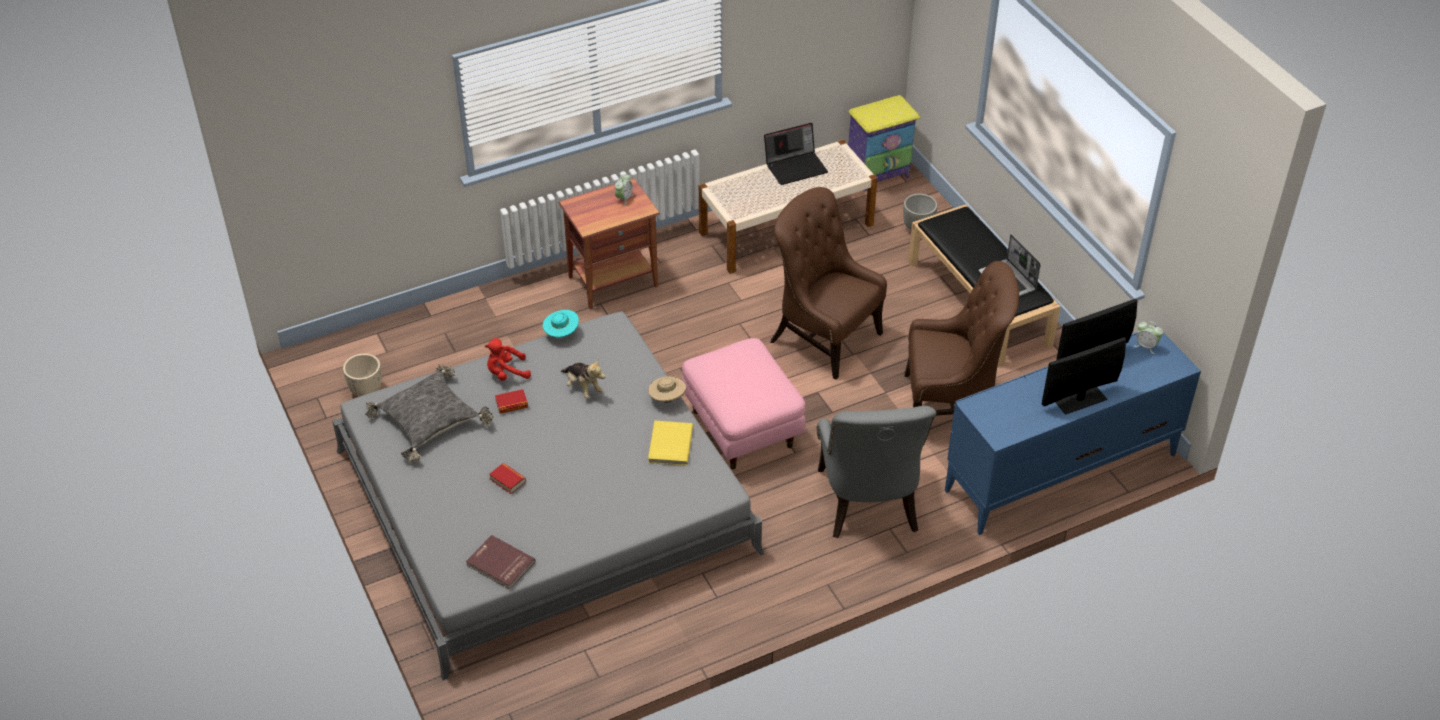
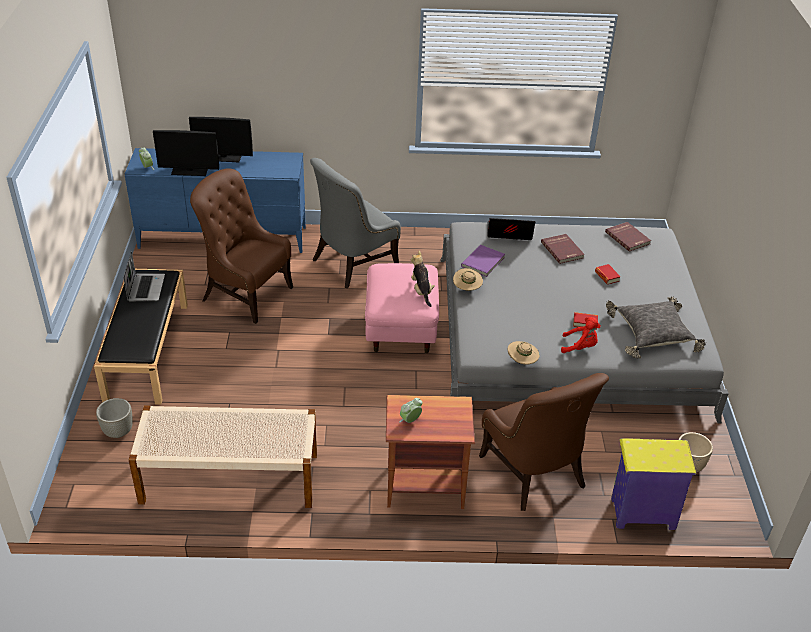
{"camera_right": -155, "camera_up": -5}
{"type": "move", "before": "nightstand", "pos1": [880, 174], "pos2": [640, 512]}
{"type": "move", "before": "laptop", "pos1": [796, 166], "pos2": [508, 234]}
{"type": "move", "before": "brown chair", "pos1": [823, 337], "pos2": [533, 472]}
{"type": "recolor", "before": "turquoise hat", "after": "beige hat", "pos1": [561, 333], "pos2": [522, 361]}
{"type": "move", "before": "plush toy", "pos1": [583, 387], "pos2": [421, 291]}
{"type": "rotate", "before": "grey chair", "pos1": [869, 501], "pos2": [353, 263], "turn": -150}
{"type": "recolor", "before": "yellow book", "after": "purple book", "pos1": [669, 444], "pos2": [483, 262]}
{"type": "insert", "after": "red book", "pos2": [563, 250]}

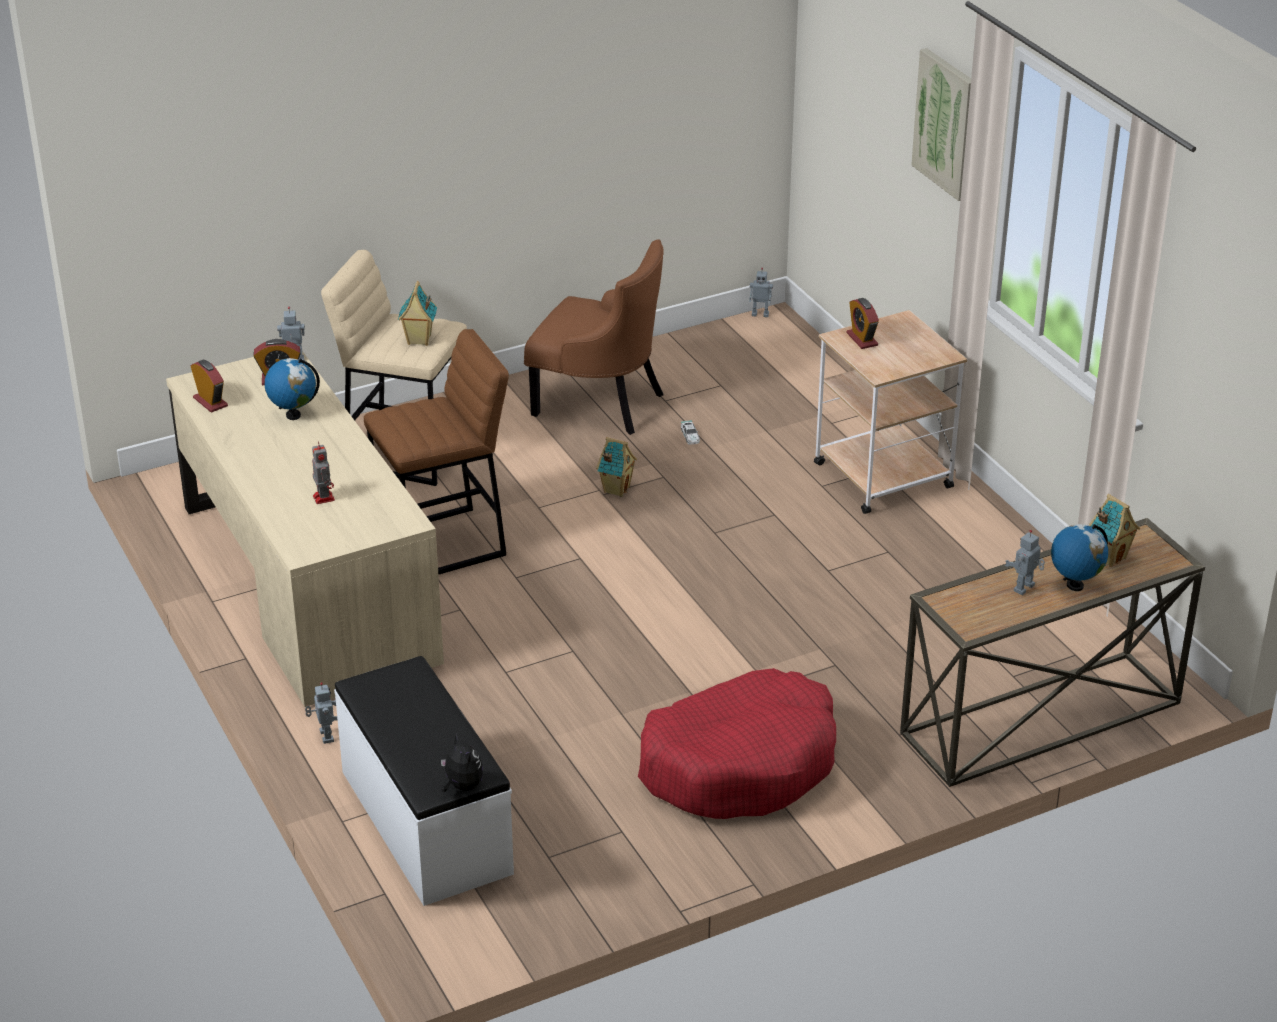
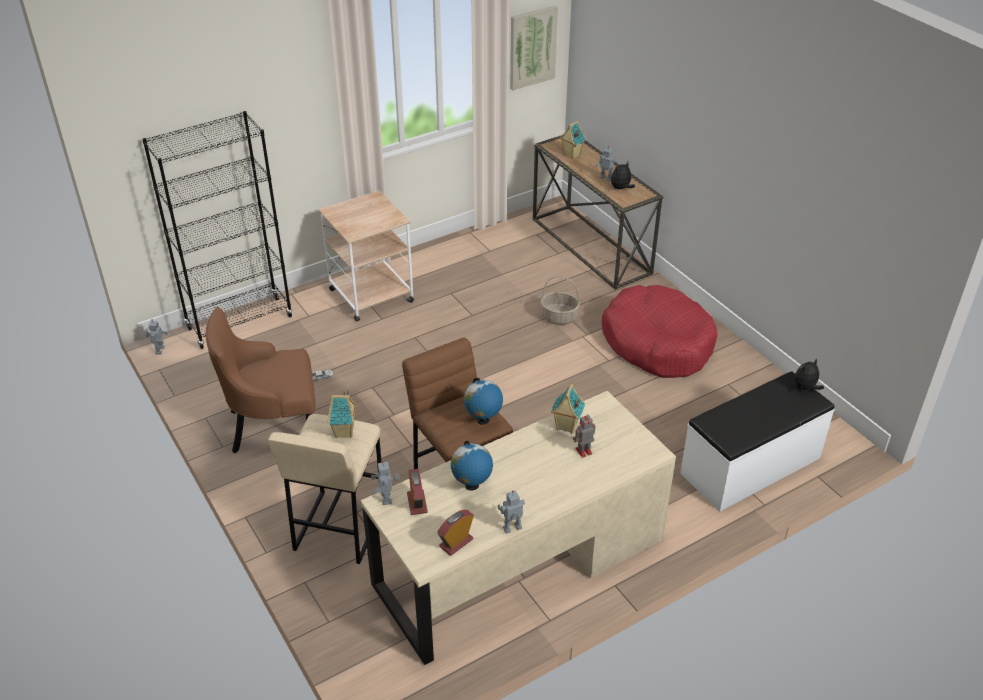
{"camera_right": -95, "camera_up": 5}
{"type": "move", "before": "picture", "pos1": [946, 124], "pos2": [532, 47]}
{"type": "rotate", "before": "brown chair", "pos1": [597, 403], "pos2": [274, 426], "turn": -120}
{"type": "delete", "before": "alarm clock", "pos1": [862, 339]}
{"type": "move", "before": "toy house", "pos1": [616, 489], "pos2": [566, 426]}
{"type": "move", "before": "globe", "pos1": [1075, 585], "pos2": [483, 420]}
{"type": "move", "before": "toy robot", "pos1": [325, 736], "pos2": [512, 529]}
{"type": "insert", "after": "black bookcase", "pos2": [240, 322]}
{"type": "insert", "after": "plush toy", "pos2": [621, 188]}
{"type": "insert", "after": "basket", "pos2": [559, 317]}

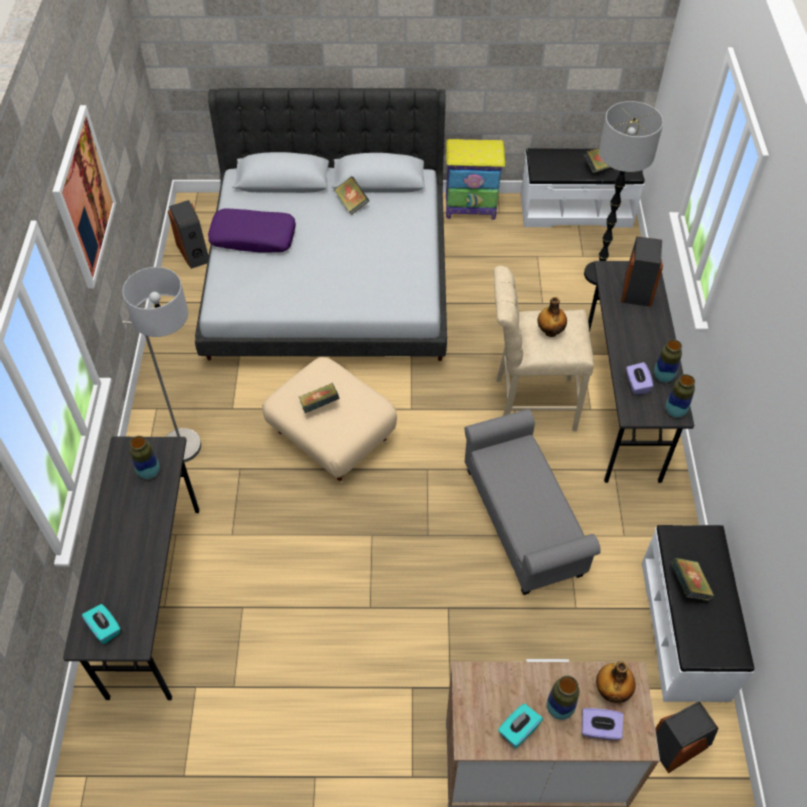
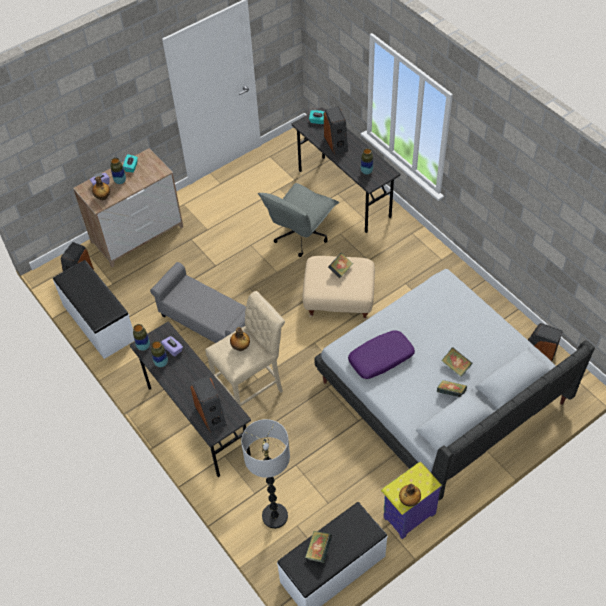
{"camera_right": 145, "camera_up": 0}
{"type": "delete", "before": "picture", "pos1": [83, 197]}
{"type": "move", "before": "purple pillow", "pos1": [253, 237], "pos2": [381, 359]}
{"type": "delete", "before": "grey floor lamp", "pos1": [193, 448]}
{"type": "move", "before": "book", "pos1": [688, 585], "pos2": [456, 366]}
{"type": "insert", "after": "speaker", "pos2": [336, 143]}
{"type": "insert", "after": "grey office chair", "pos2": [301, 235]}
{"type": "insert", "after": "bottle", "pos2": [409, 500]}

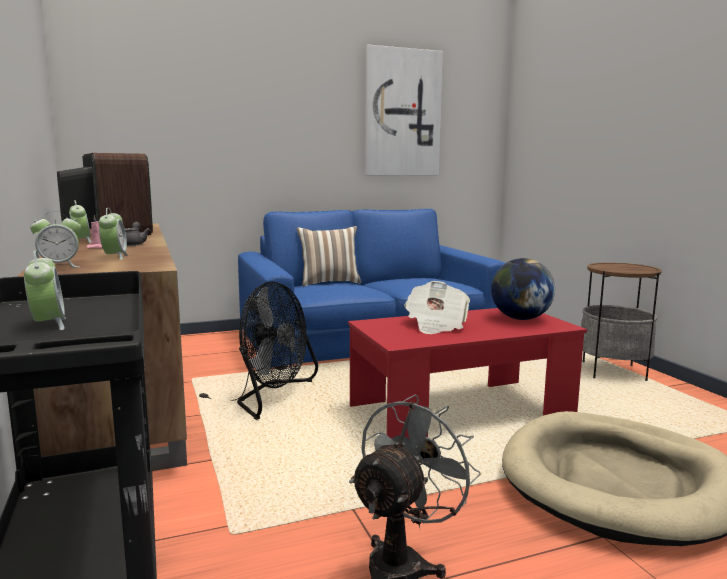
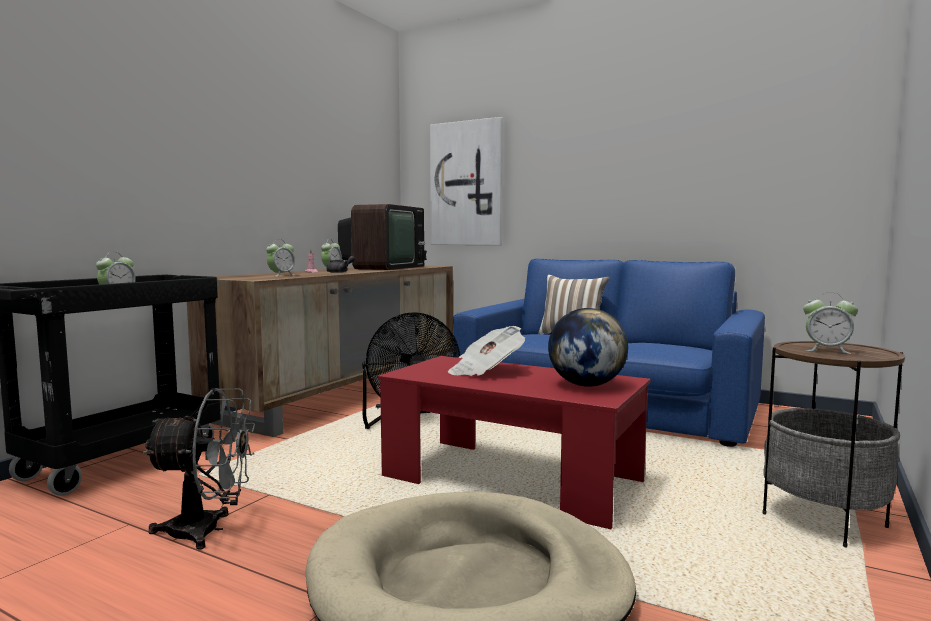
{"camera_right": 50, "camera_up": -5}
{"type": "move", "before": "picture", "pos1": [402, 113], "pos2": [467, 184]}
{"type": "move", "before": "alarm clock", "pos1": [59, 266], "pos2": [827, 350]}

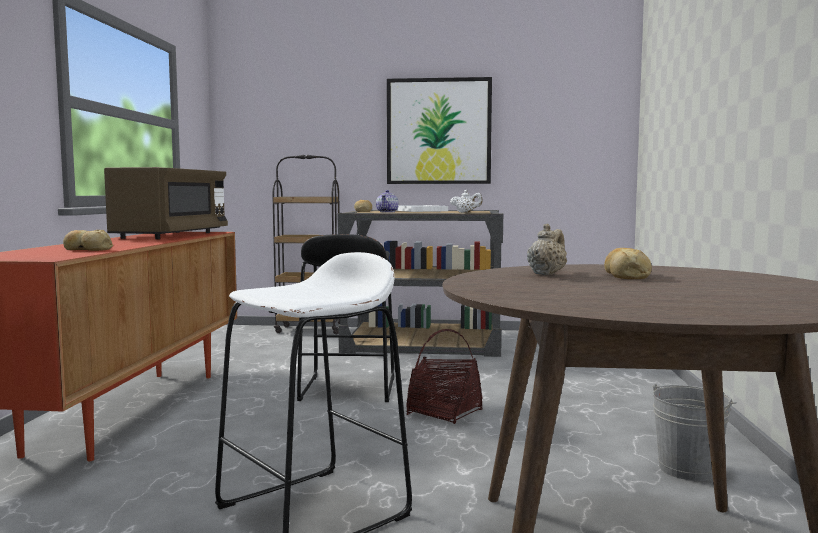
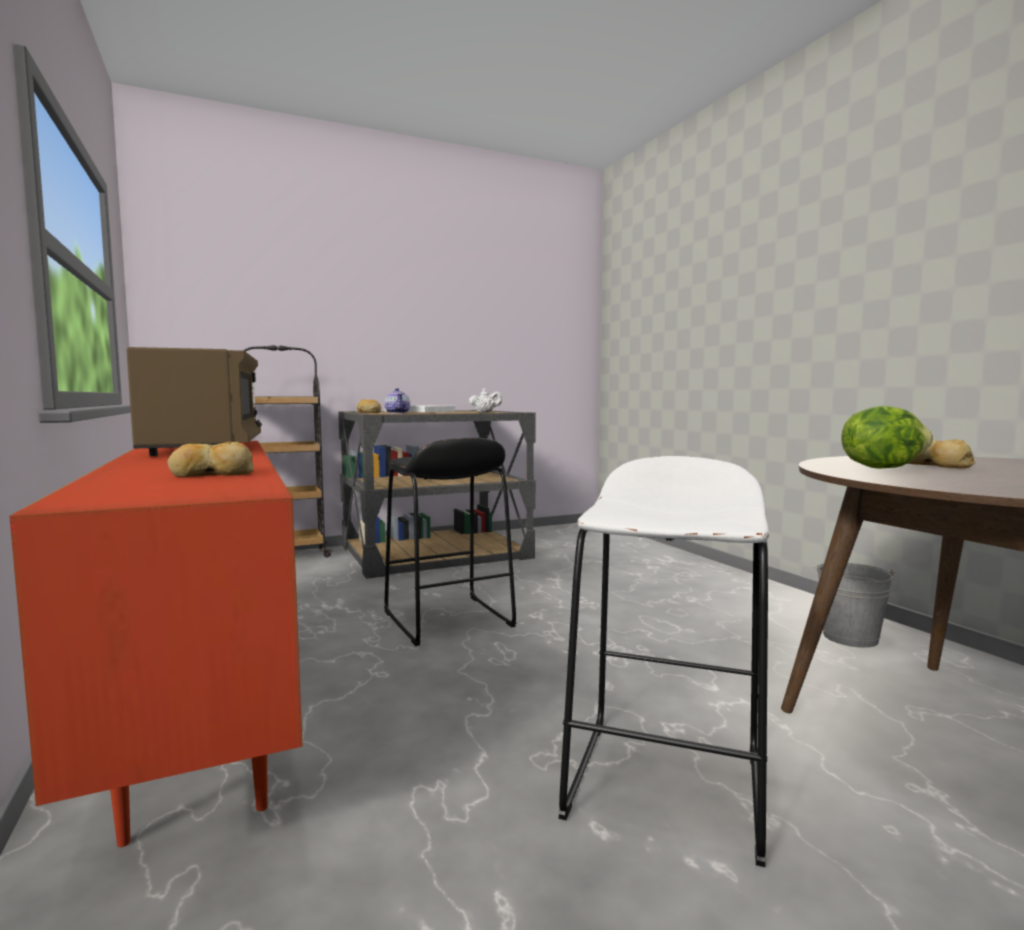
{"camera_right": -30, "camera_up": 0}
{"type": "delete", "before": "picture", "pos1": [439, 131]}
{"type": "replace", "before": "beige teapot", "after": "lettuce", "pos1": [546, 274], "pos2": [881, 468]}
{"type": "delete", "before": "basket", "pos1": [445, 412]}

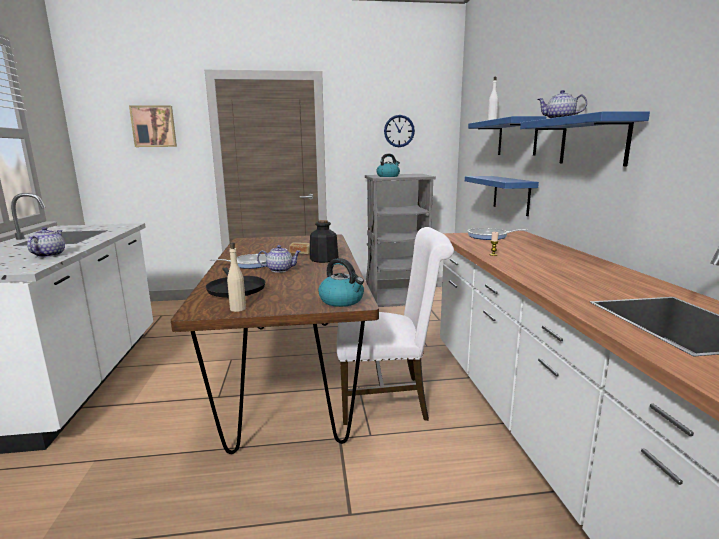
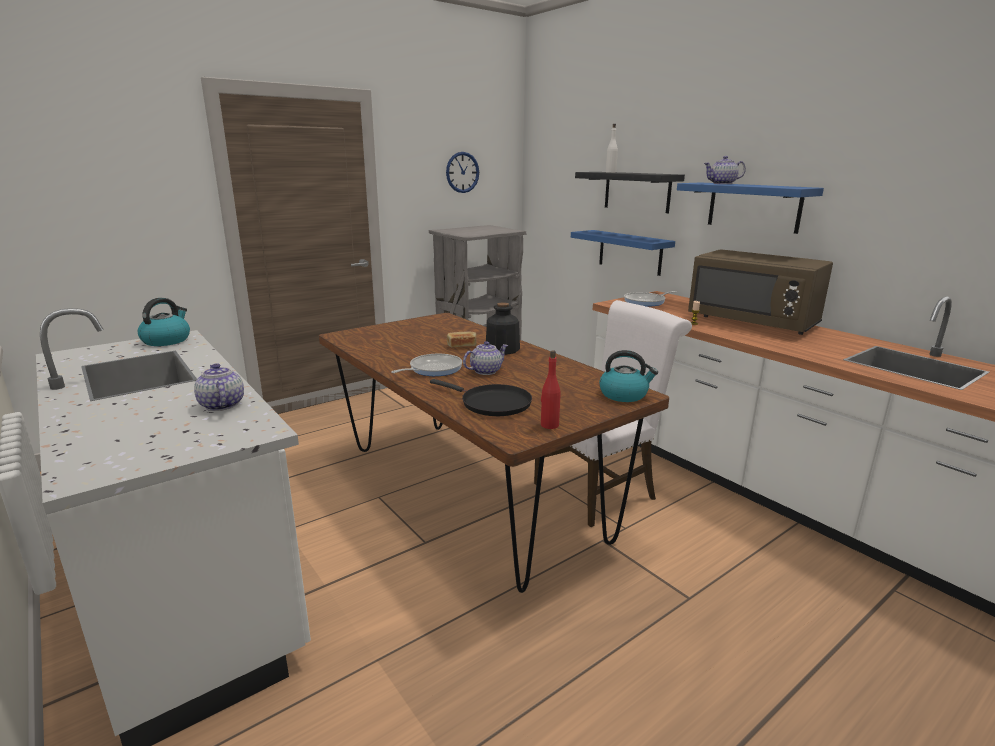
{"camera_right": -30, "camera_up": 5}
{"type": "delete", "before": "picture", "pos1": [154, 126]}
{"type": "recolor", "before": "blue shelf", "after": "black shelf", "pos1": [517, 137], "pos2": [637, 191]}
{"type": "move", "before": "kettle", "pos1": [388, 176], "pos2": [167, 340]}
{"type": "recolor", "before": "beige bottle", "after": "red bottle", "pos1": [238, 309], "pos2": [549, 425]}
{"type": "insert", "after": "brown microwave", "pos2": [753, 322]}

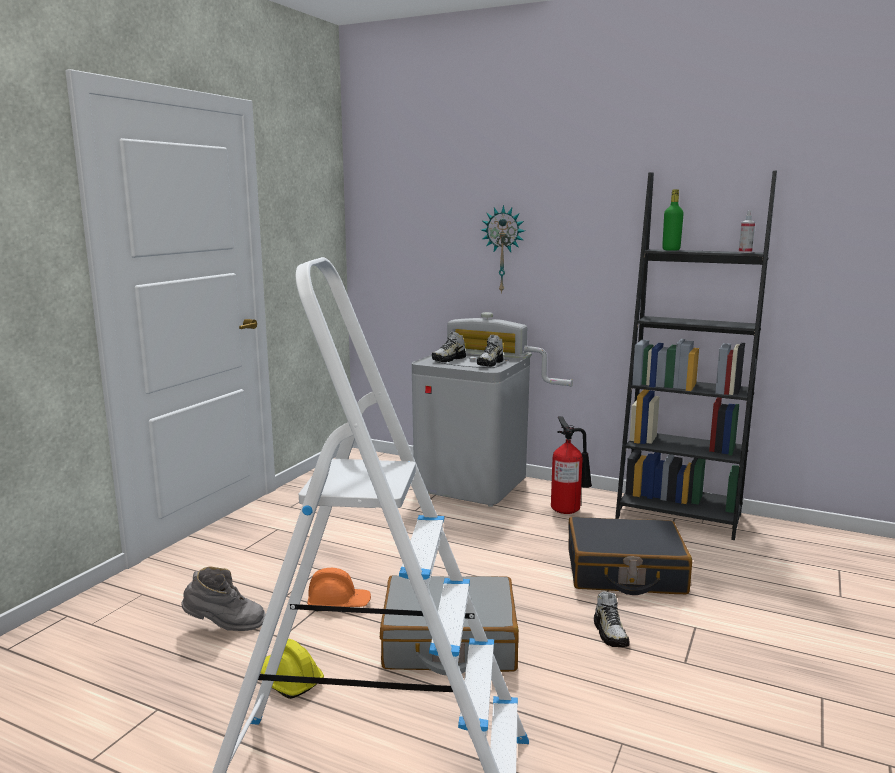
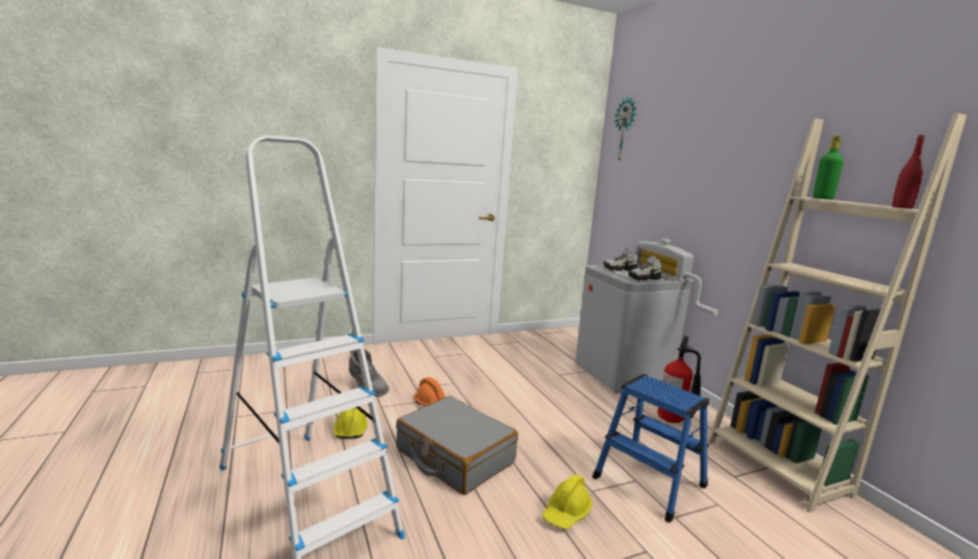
{"camera_right": 40, "camera_up": 0}
{"type": "recolor", "before": "black bookcase", "after": "beige bookcase", "pos1": [678, 516], "pos2": [777, 467]}
{"type": "move", "before": "wall clock", "pos1": [503, 249], "pos2": [625, 129]}
{"type": "replace", "before": "spray bottle", "after": "red bottle", "pos1": [745, 252], "pos2": [902, 207]}
{"type": "replace", "before": "black suitcase", "after": "blue step ladder", "pos1": [624, 572], "pos2": [650, 481]}
{"type": "replace", "before": "shoe", "after": "yellow hard hat", "pos1": [610, 633], "pos2": [566, 513]}

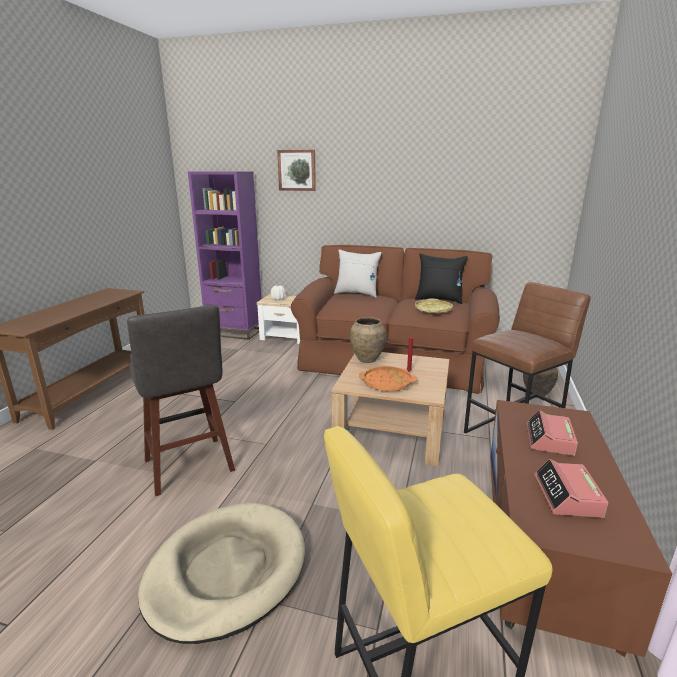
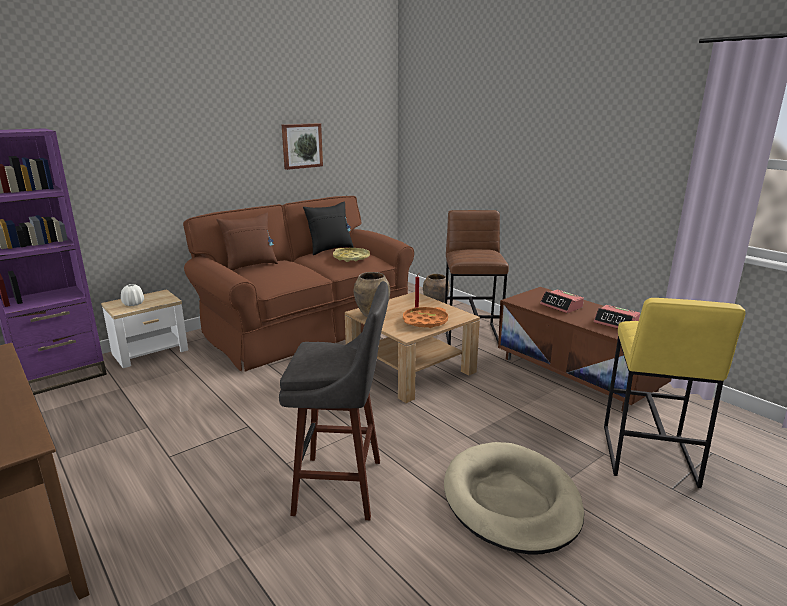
{"camera_right": -55, "camera_up": 0}
{"type": "move", "before": "picture", "pos1": [297, 170], "pos2": [301, 146]}
{"type": "recolor", "before": "grey pillow", "after": "brown pillow", "pos1": [356, 294], "pos2": [250, 266]}

